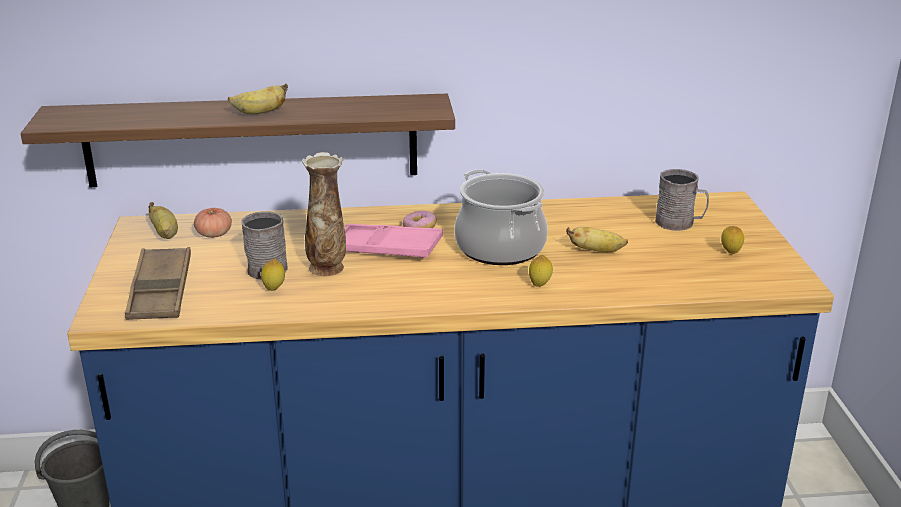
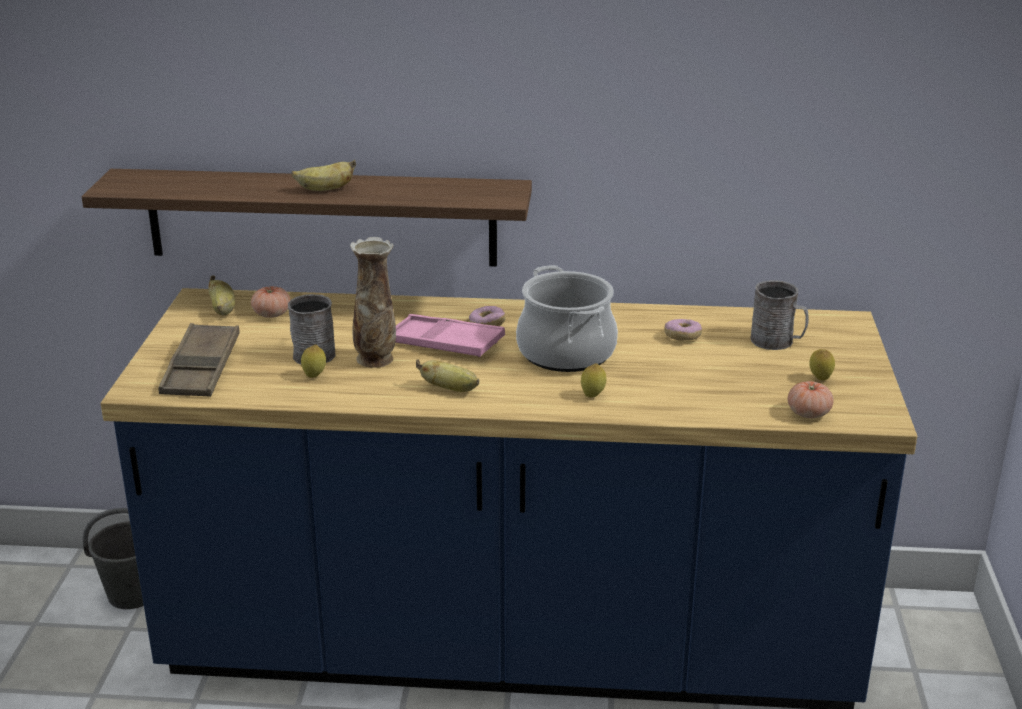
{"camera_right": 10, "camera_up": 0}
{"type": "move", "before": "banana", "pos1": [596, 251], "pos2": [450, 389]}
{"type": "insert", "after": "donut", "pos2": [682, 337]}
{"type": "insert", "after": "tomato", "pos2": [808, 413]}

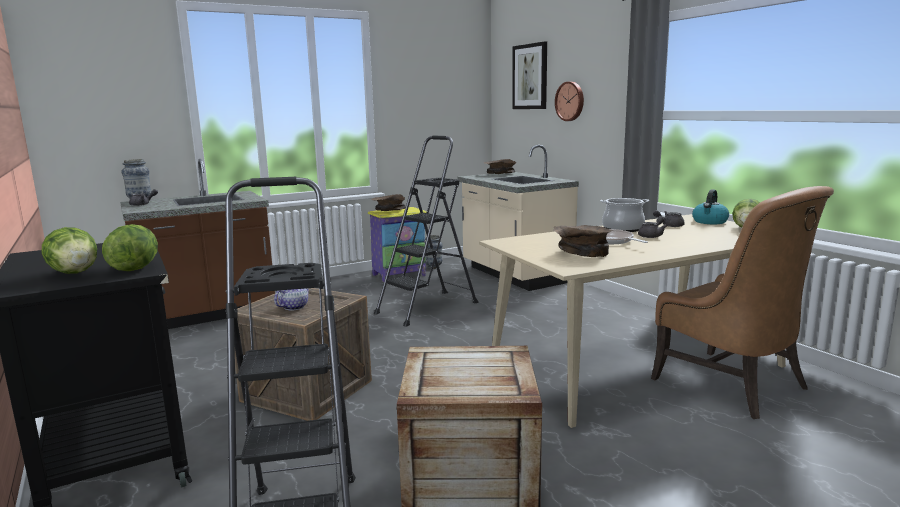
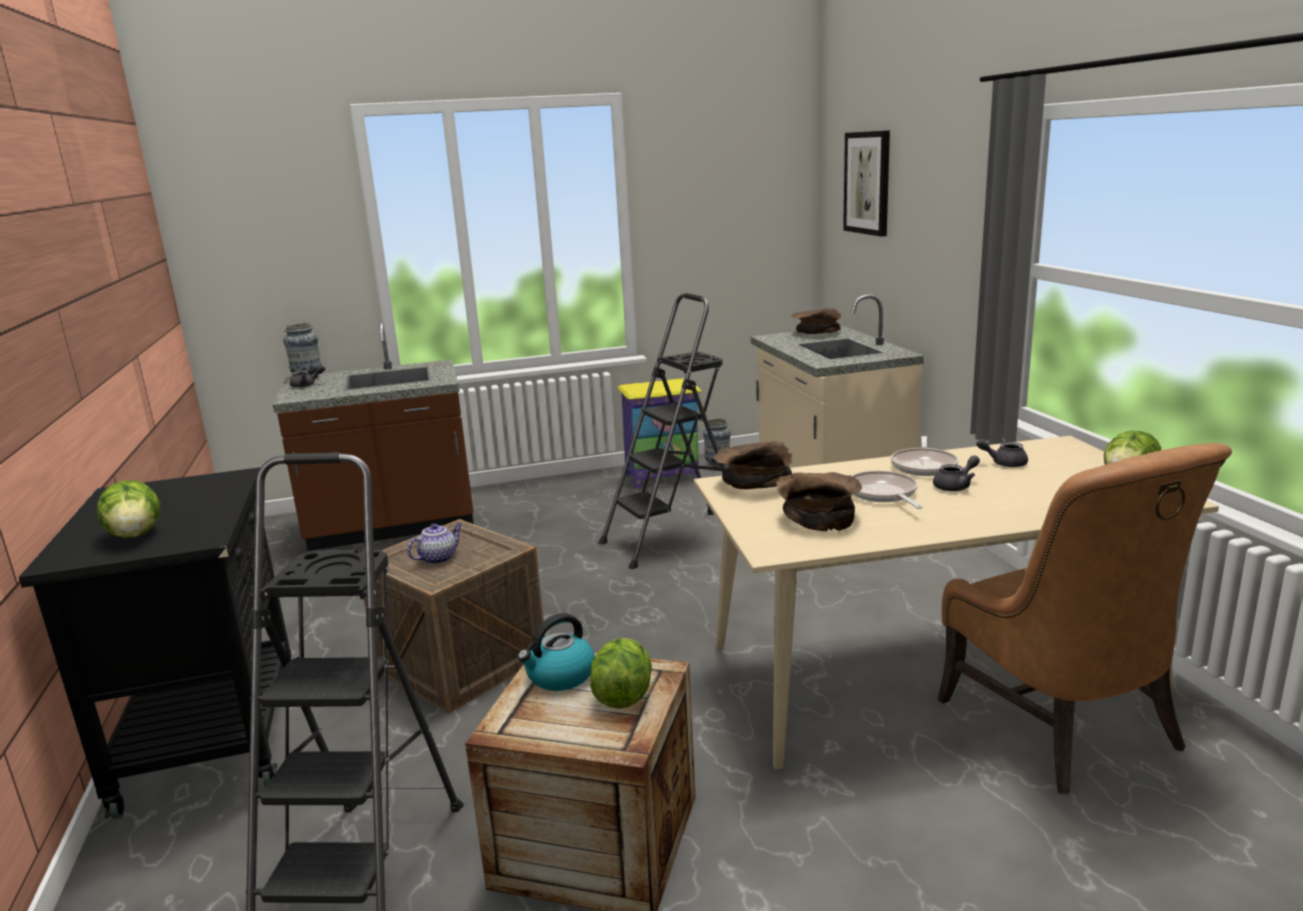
{"camera_right": 15, "camera_up": 5}
{"type": "delete", "before": "wall clock", "pos1": [570, 101]}
{"type": "move", "before": "kettle", "pos1": [709, 222], "pos2": [560, 676]}
{"type": "move", "before": "brown bowl", "pos1": [389, 211], "pos2": [754, 484]}
{"type": "replace", "before": "cooking pot", "after": "frying pan", "pos1": [623, 228], "pos2": [924, 466]}
{"type": "move", "before": "lettuce", "pos1": [135, 268], "pos2": [623, 696]}

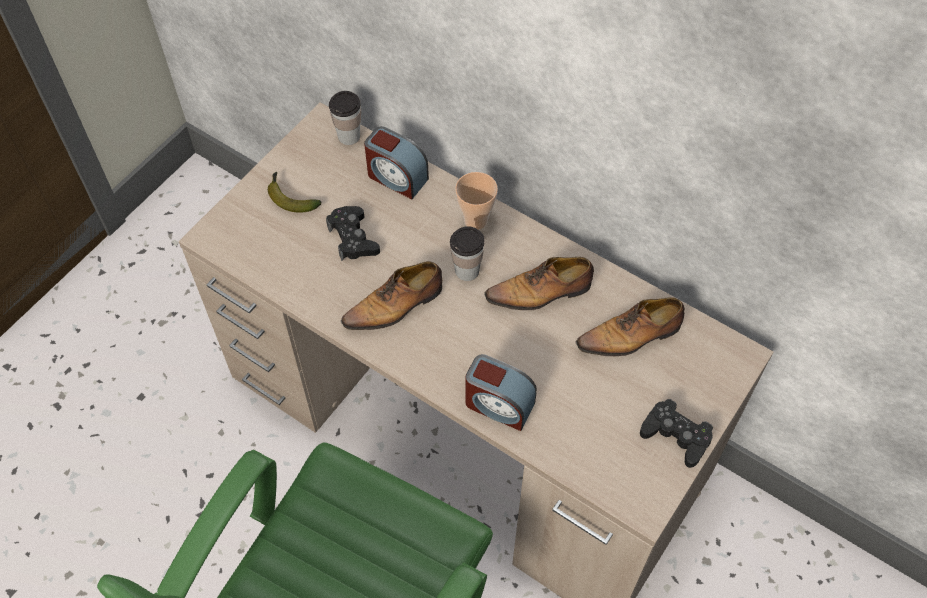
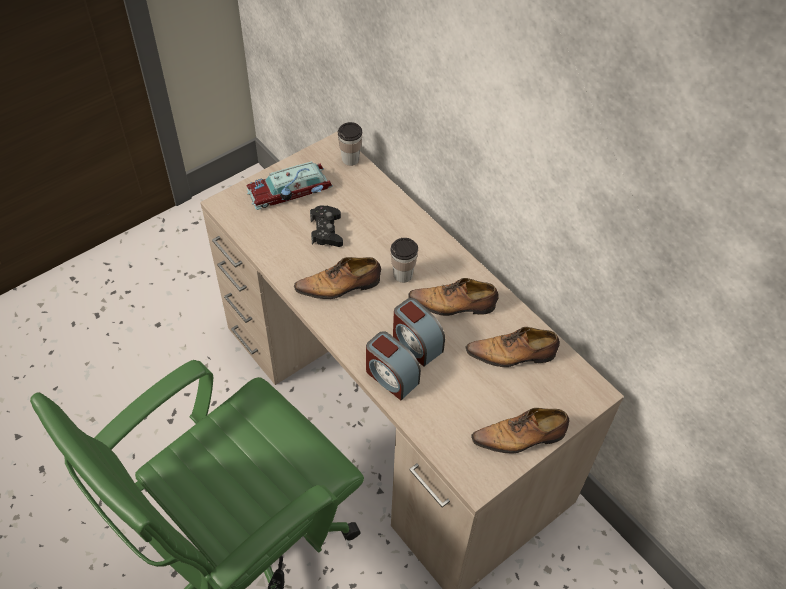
{"camera_right": 15, "camera_up": -5}
{"type": "move", "before": "alarm clock", "pos1": [396, 177], "pos2": [416, 343]}
{"type": "replace", "before": "banana", "after": "toy car", "pos1": [290, 197], "pos2": [291, 191]}
{"type": "delete", "before": "cup", "pos1": [475, 220]}
{"type": "replace", "before": "black game controller", "after": "shoe", "pos1": [676, 436], "pos2": [521, 437]}

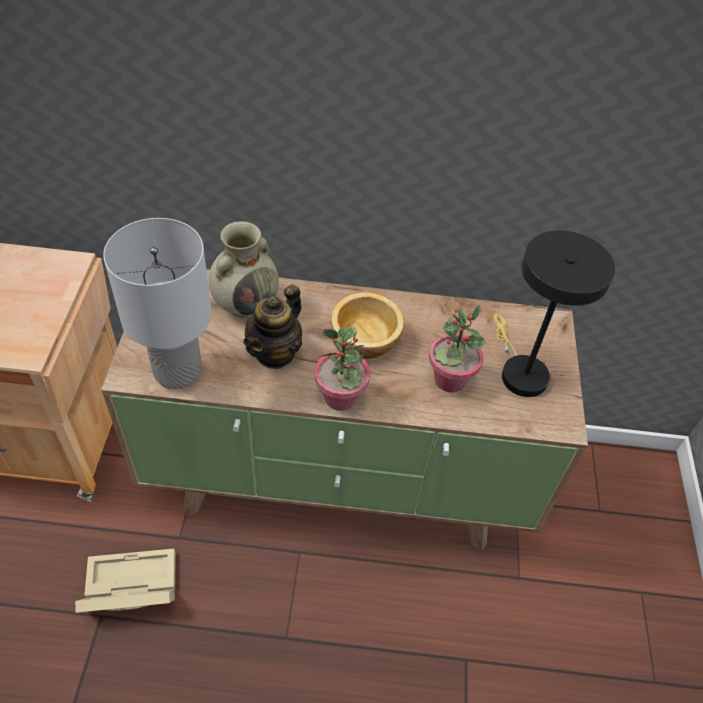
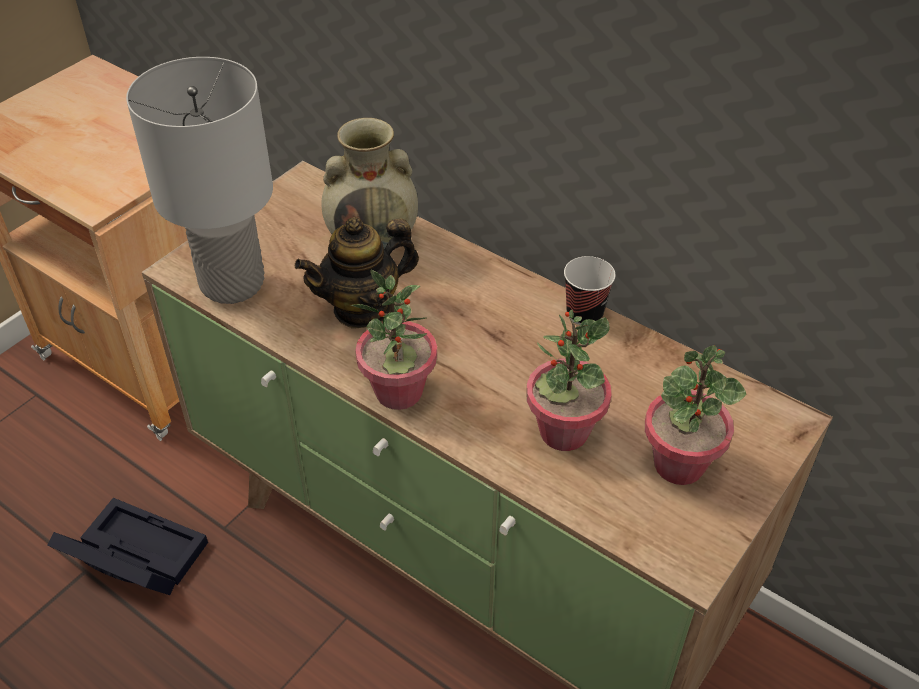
{"camera_right": 35, "camera_up": -5}
{"type": "replace", "before": "black table lamp", "after": "potted plant", "pos1": [520, 371], "pos2": [679, 464]}
{"type": "delete", "before": "bowl", "pos1": [366, 340]}
{"type": "recolor", "before": "beige storage box", "after": "black storage box", "pos1": [128, 589], "pos2": [131, 557]}
{"type": "insert", "after": "cup", "pos2": [584, 314]}

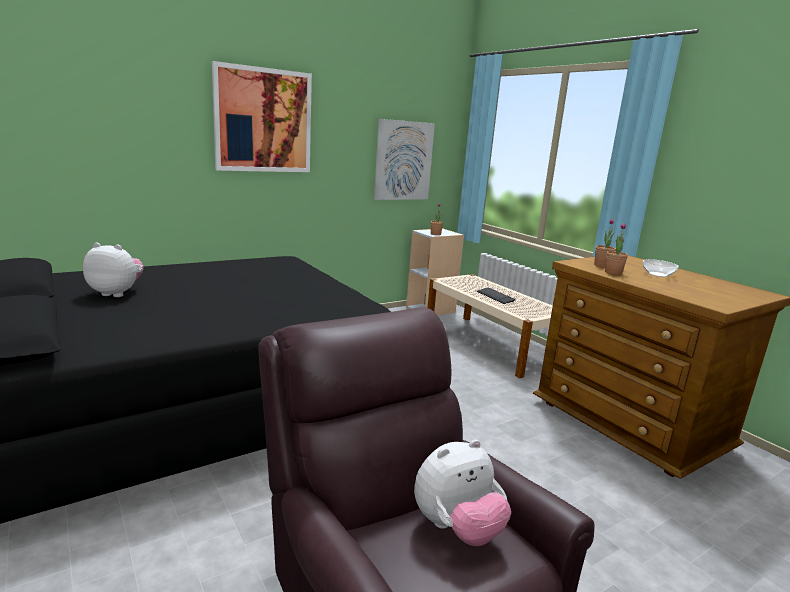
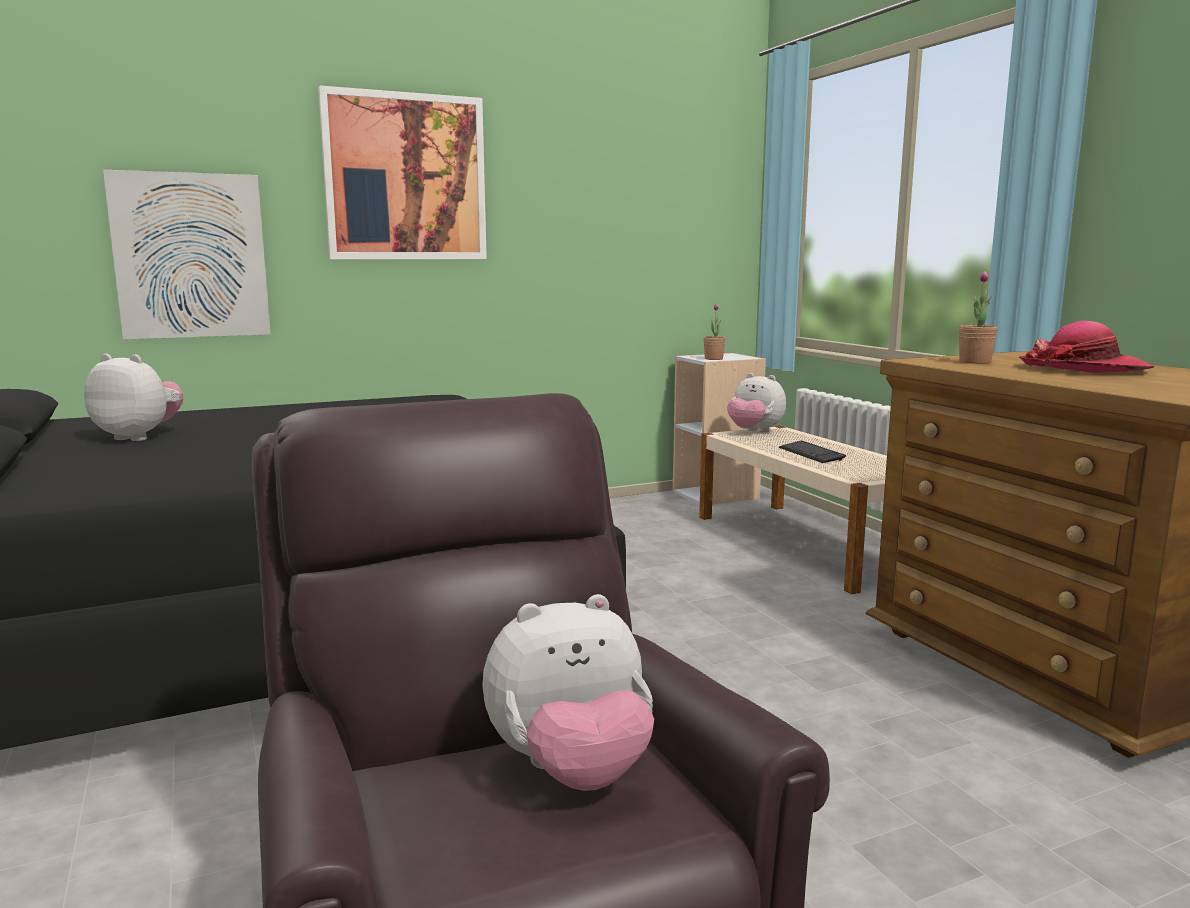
{"camera_right": 10, "camera_up": -5}
{"type": "move", "before": "picture", "pos1": [404, 161], "pos2": [191, 256]}
{"type": "delete", "before": "potted plant", "pos1": [613, 272]}
{"type": "replace", "before": "bowl", "after": "hat", "pos1": [658, 274], "pos2": [1083, 368]}
{"type": "insert", "after": "plush toy", "pos2": [754, 432]}

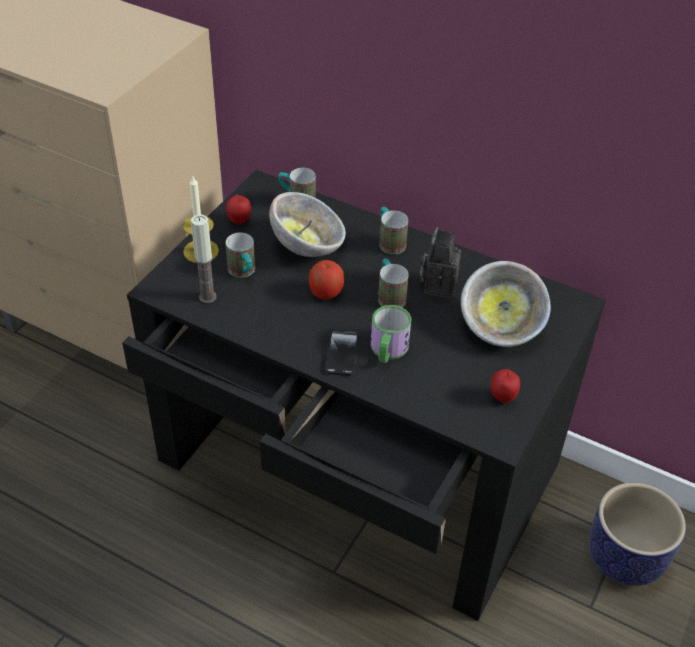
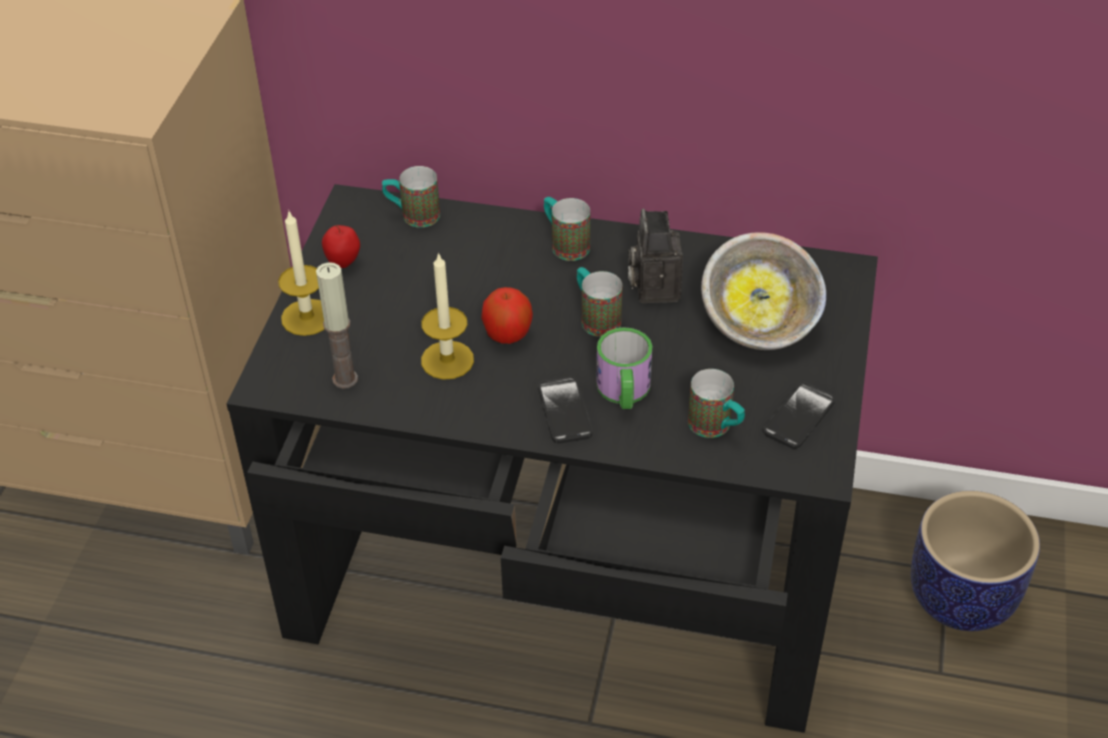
{"camera_right": -15, "camera_up": 0}
{"type": "delete", "before": "bowl", "pos1": [307, 245]}
{"type": "move", "before": "mug", "pos1": [243, 272], "pos2": [716, 428]}
{"type": "replace", "before": "apple", "after": "phone", "pos1": [502, 398], "pos2": [799, 417]}
{"type": "insert", "after": "candle", "pos2": [447, 360]}

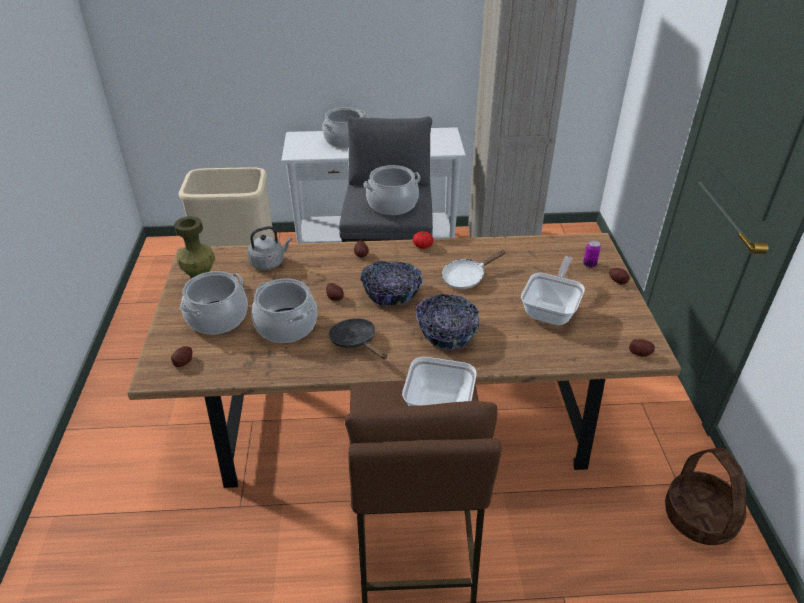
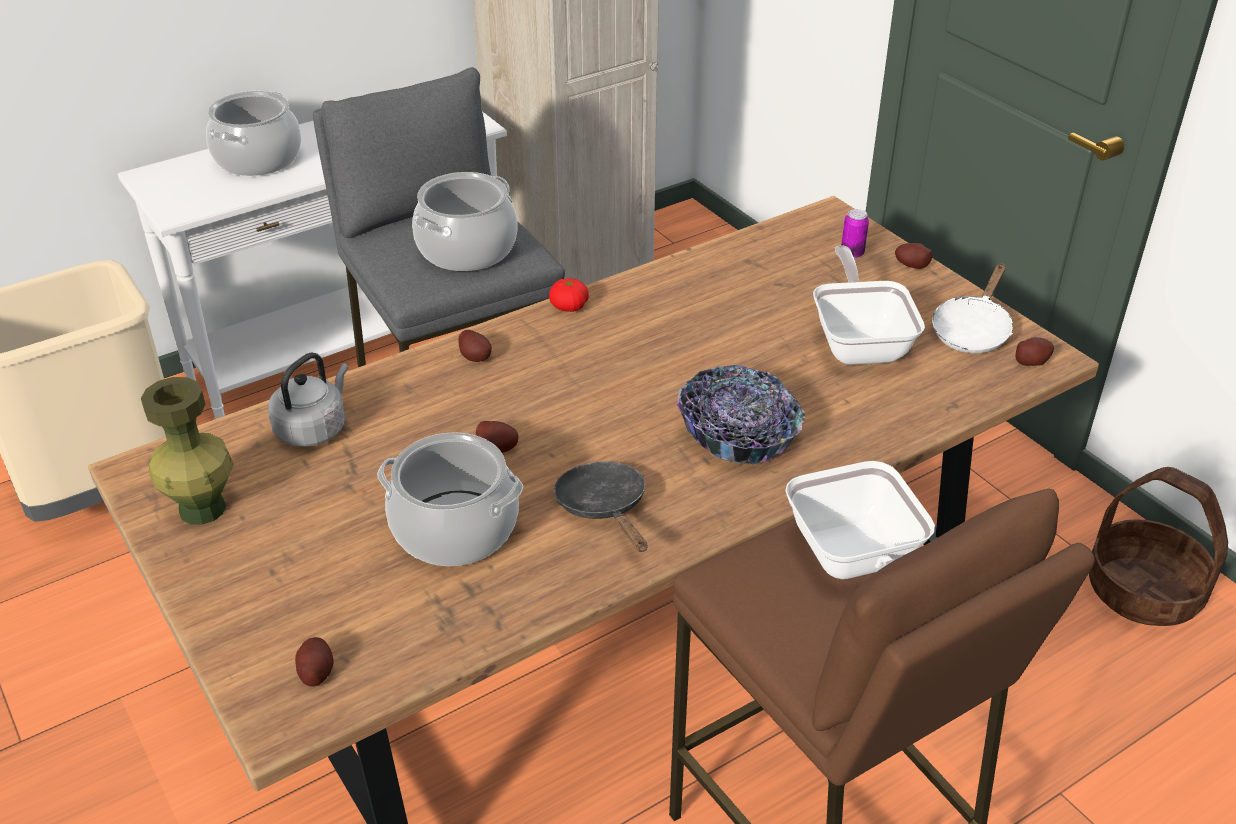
{"camera_right": -30, "camera_up": 0}
{"type": "move", "before": "white frying pan", "pos1": [466, 277], "pos2": [972, 330]}
{"type": "delete", "before": "bowl", "pos1": [392, 293]}
{"type": "delete", "before": "cooking pot", "pos1": [217, 318]}
{"type": "rotate", "before": "black frying pan", "pos1": [356, 342], "pos2": [604, 508], "turn": 45}

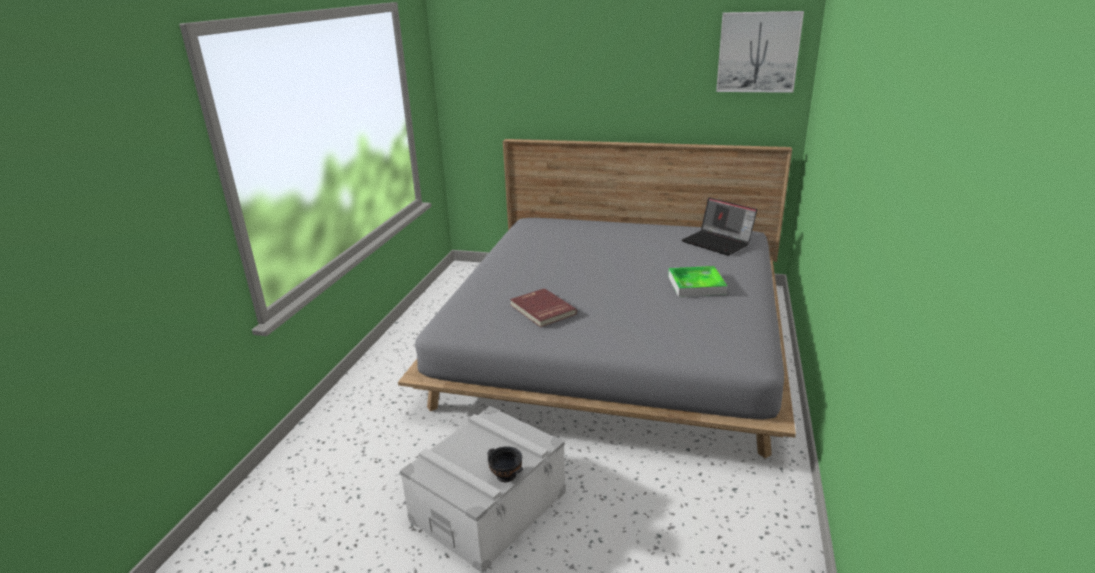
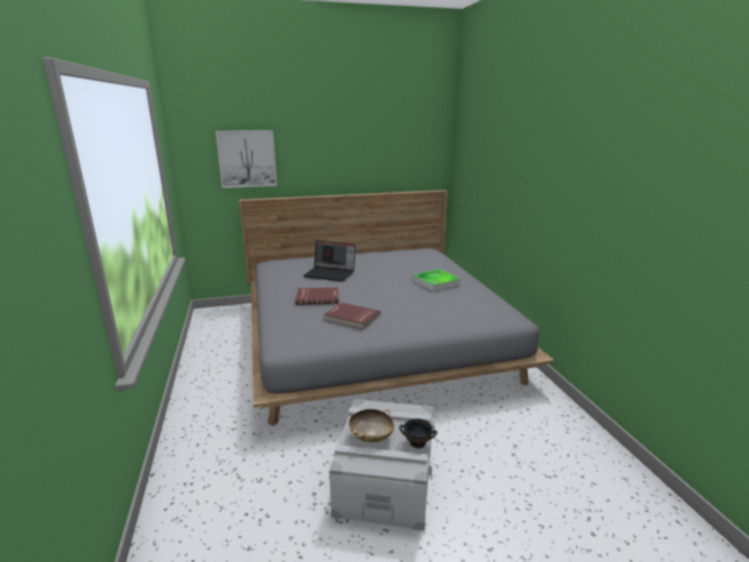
{"camera_right": -30, "camera_up": -5}
{"type": "move", "before": "picture", "pos1": [758, 52], "pos2": [247, 159]}
{"type": "move", "before": "laptop", "pos1": [718, 242], "pos2": [331, 273]}
{"type": "insert", "after": "red book", "pos2": [317, 297]}
{"type": "insert", "after": "beige bowl", "pos2": [371, 436]}

